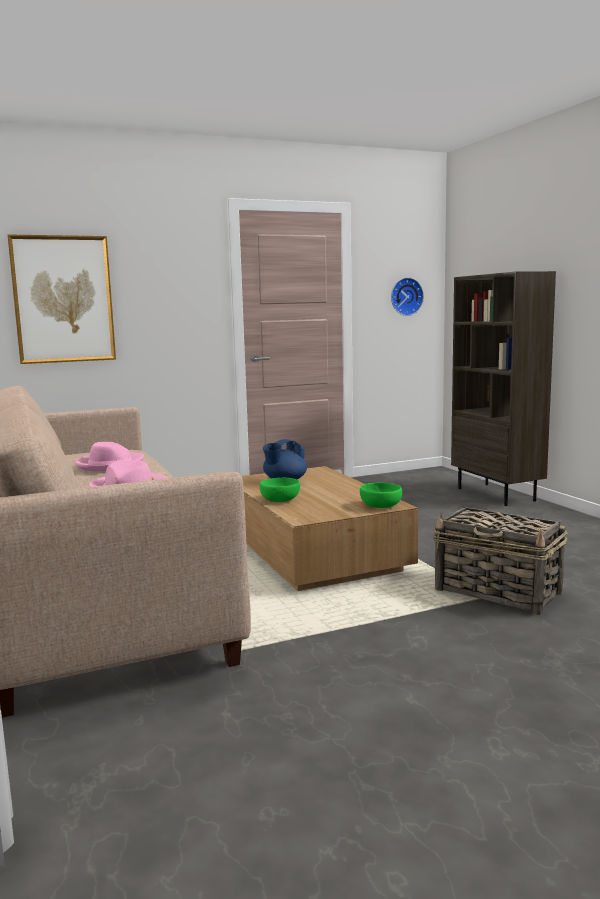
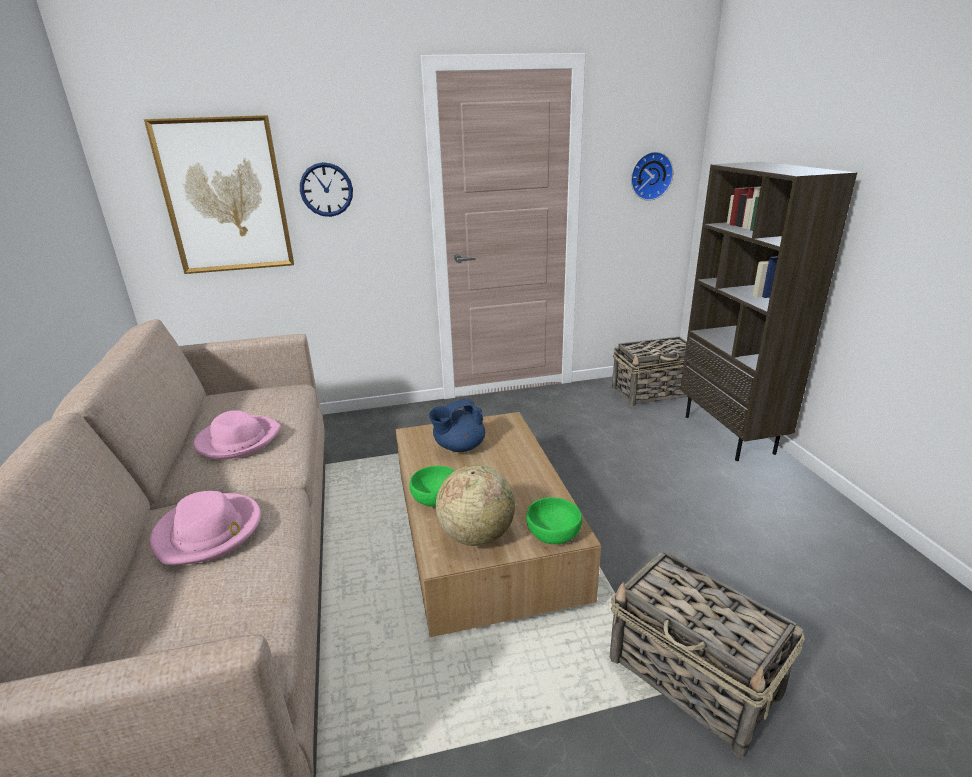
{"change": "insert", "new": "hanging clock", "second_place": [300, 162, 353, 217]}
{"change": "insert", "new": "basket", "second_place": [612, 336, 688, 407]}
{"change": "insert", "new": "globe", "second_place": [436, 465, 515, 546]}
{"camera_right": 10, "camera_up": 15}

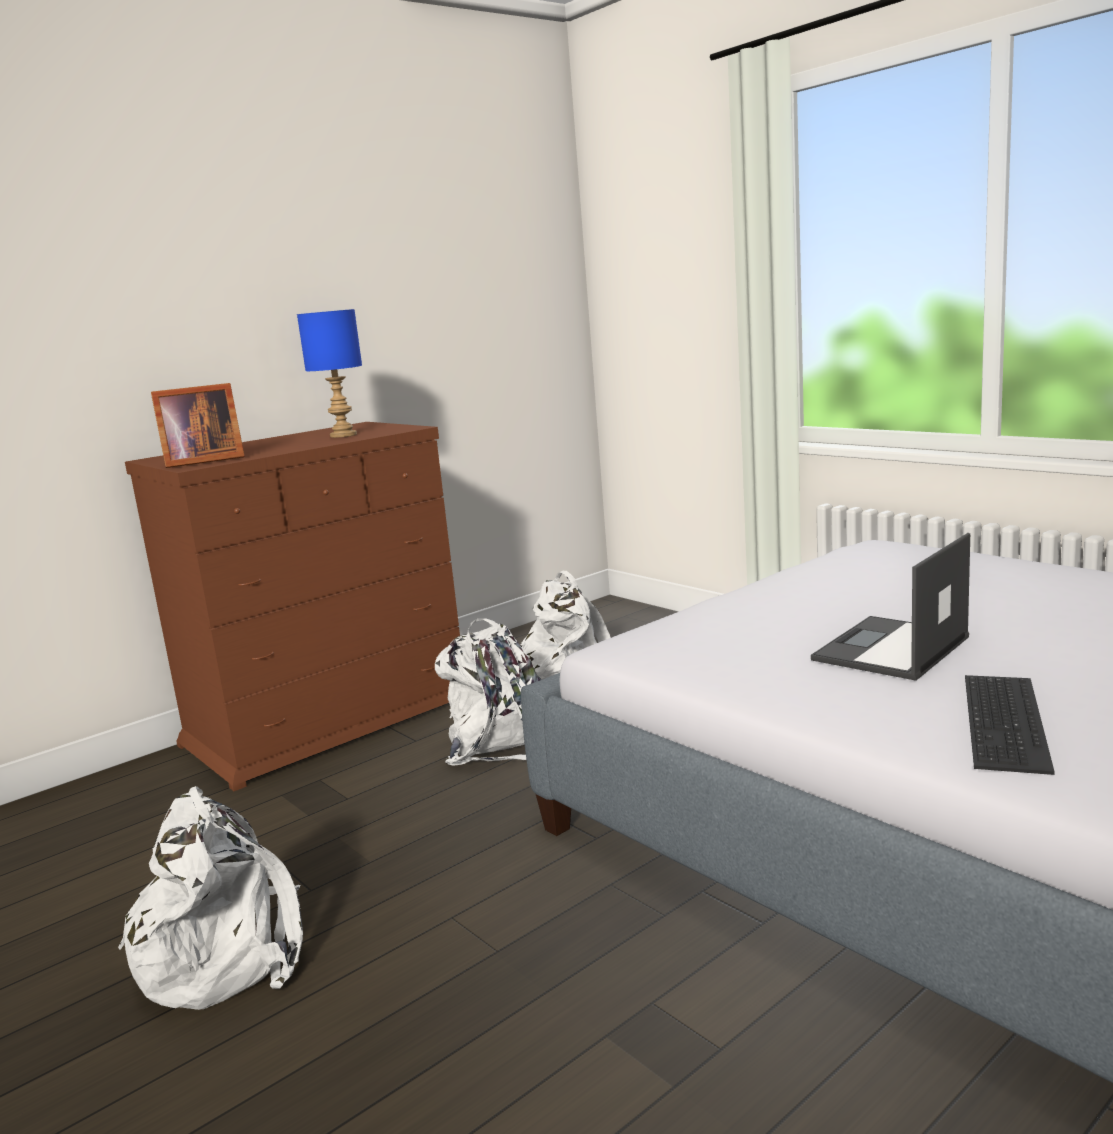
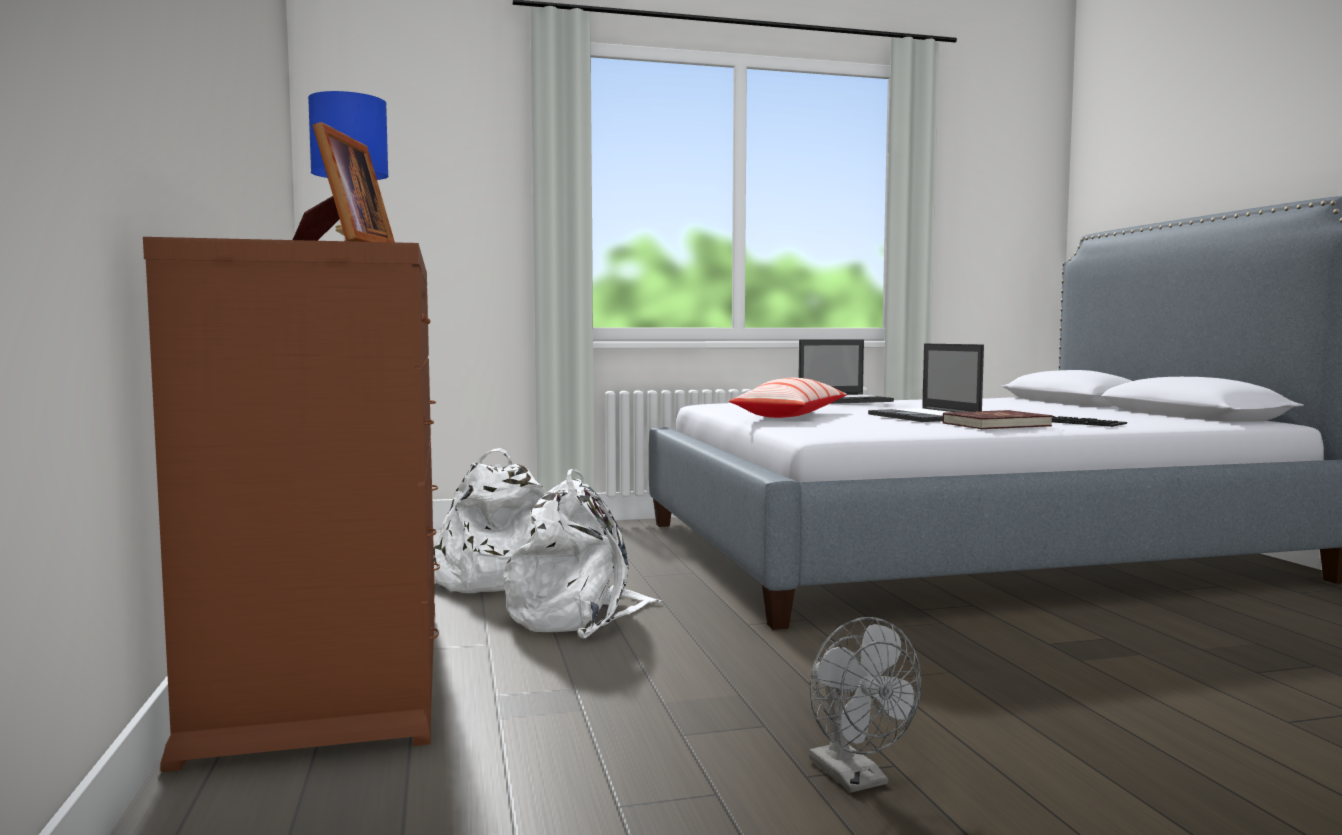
{"change": "replace", "old": "white-coloured knapsack", "new": "grey fan", "first_place": [118, 786, 303, 1010], "second_place": [809, 617, 921, 792]}
{"change": "insert", "new": "notebook computer", "second_place": [799, 339, 894, 404]}
{"change": "insert", "new": "cushion", "second_place": [729, 378, 847, 418]}
{"change": "insert", "new": "reddish volume", "second_place": [942, 410, 1052, 429]}
{"camera_right": -65, "camera_up": -10}

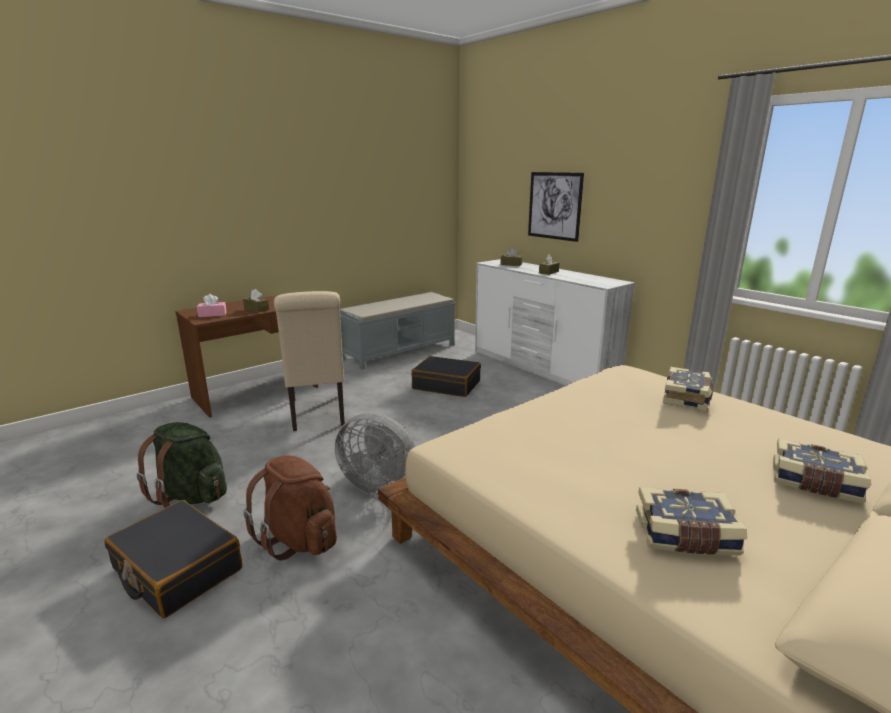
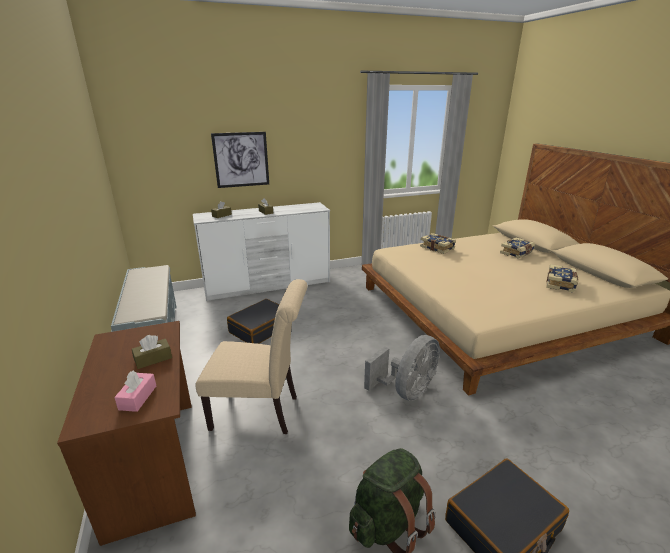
{"change": "delete", "old": "brownish knapsack", "first_place": [244, 455, 337, 560]}
{"camera_right": -70, "camera_up": 5}

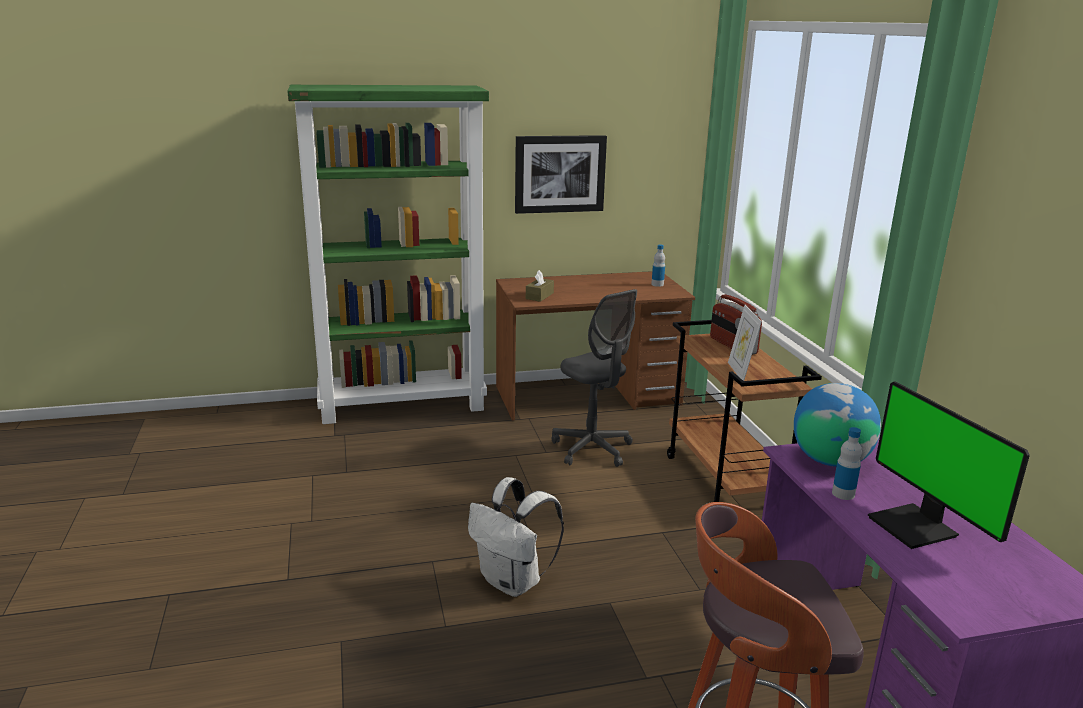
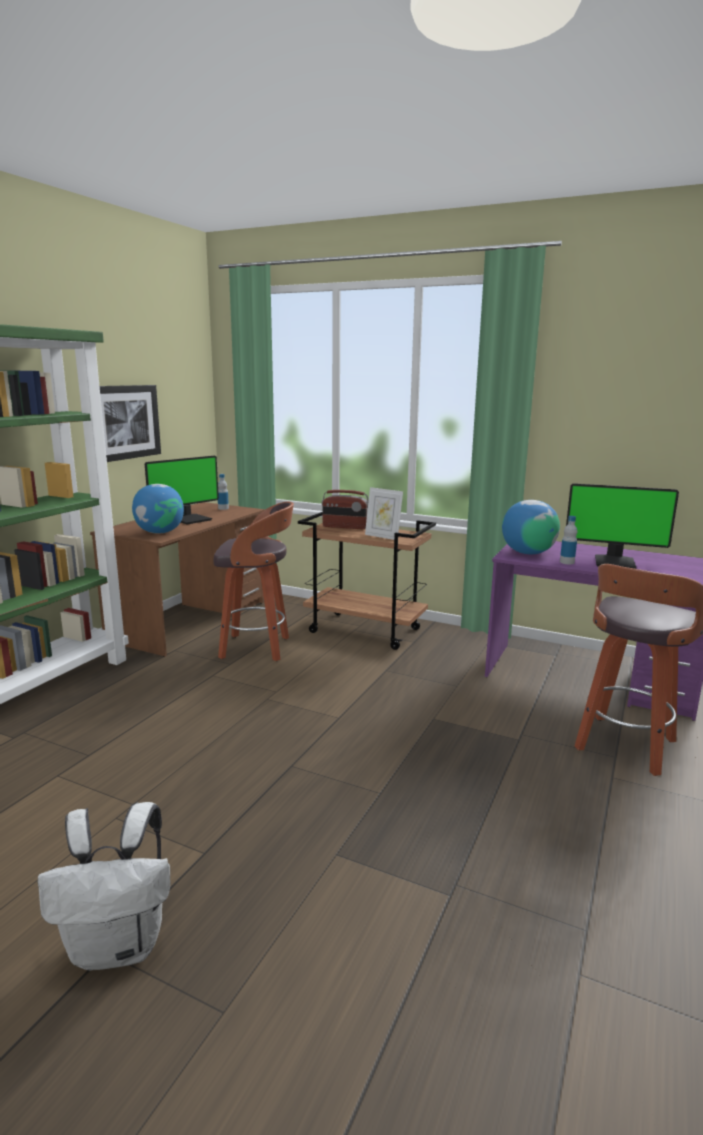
{"change": "replace", "old": "brownish tissue box", "new": "globe", "first_place": [526, 270, 554, 302], "second_place": [132, 484, 184, 534]}
{"change": "replace", "old": "grey desk chair", "new": "stool seat", "first_place": [552, 289, 637, 467], "second_place": [214, 502, 294, 661]}
{"change": "move", "old": "white-coloured knapsack", "first_place": [468, 477, 564, 597], "second_place": [38, 802, 170, 971]}
{"change": "insert", "new": "computer screen", "second_place": [145, 456, 219, 524]}
{"camera_right": -50, "camera_up": -5}

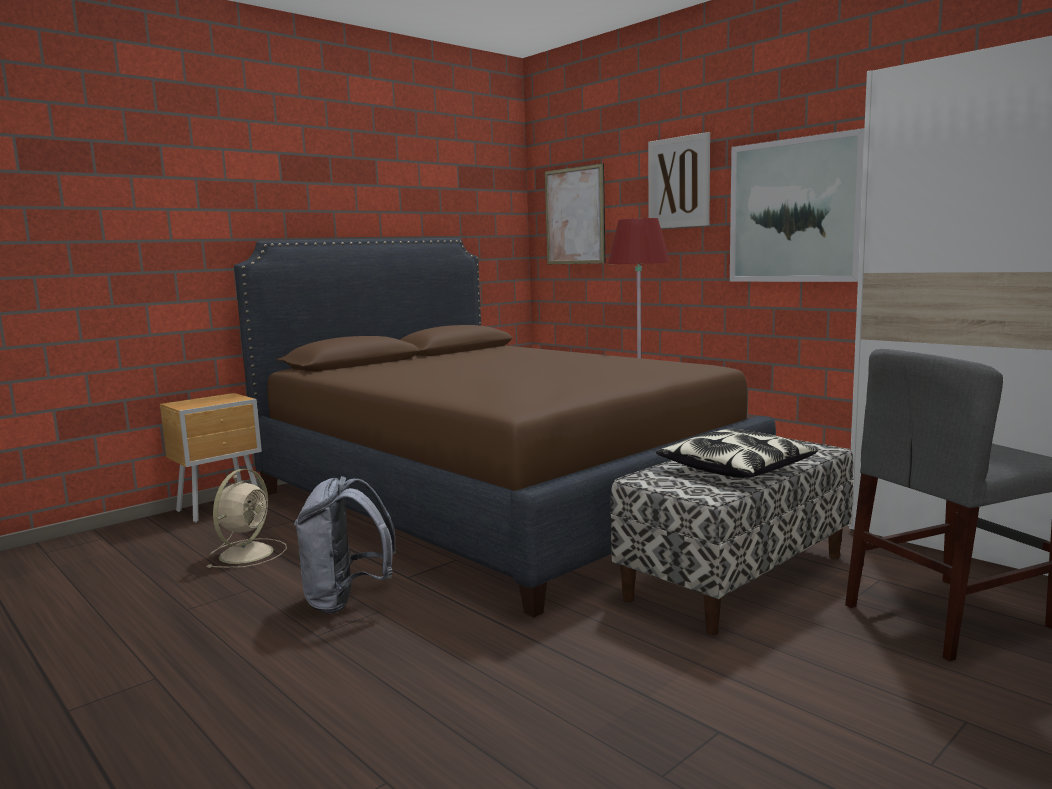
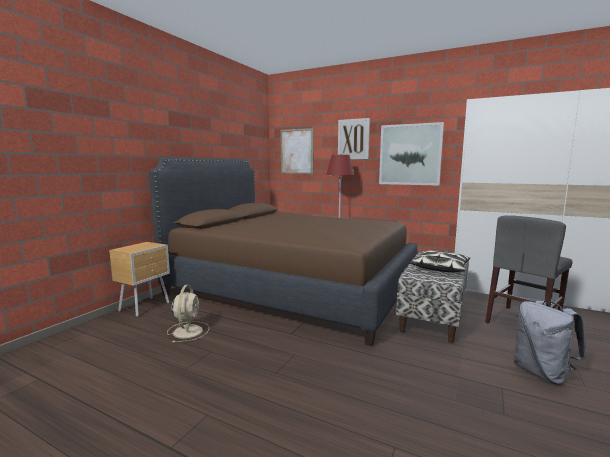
{"change": "move", "old": "grey knapsack", "first_place": [294, 476, 396, 614], "second_place": [514, 301, 586, 385]}
{"camera_right": -20, "camera_up": 0}

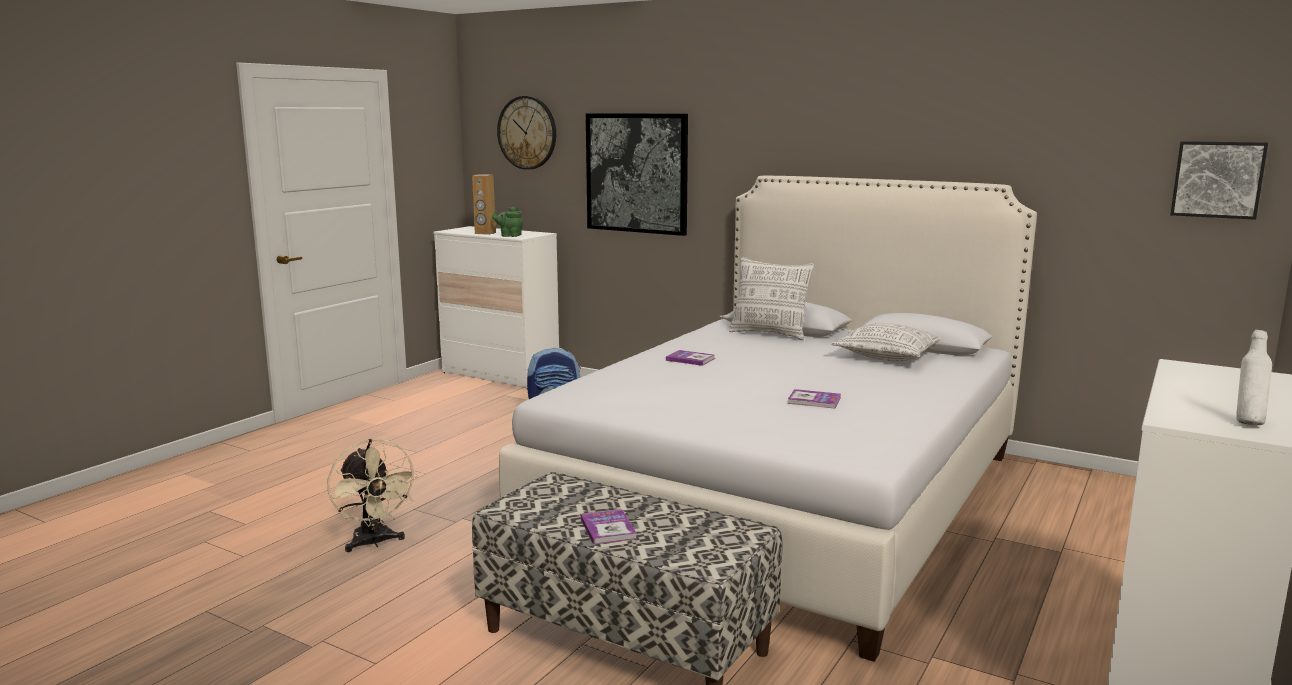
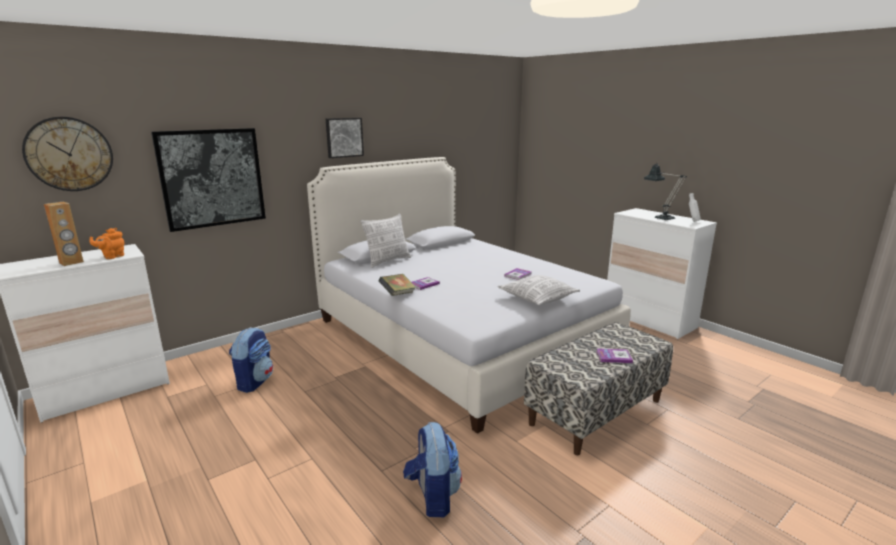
{"change": "move", "old": "wall picture", "first_place": [1170, 141, 1268, 220], "second_place": [326, 118, 364, 158]}
{"change": "recolor", "old": "greenish teapot", "new": "orangey teapot", "first_place": [492, 207, 523, 237], "second_place": [90, 228, 124, 259]}
{"change": "move", "old": "cushion", "first_place": [831, 323, 941, 362], "second_place": [498, 275, 580, 305]}
{"change": "replace", "old": "sand-coloured fan", "new": "knapsack", "first_place": [327, 439, 418, 552], "second_place": [403, 422, 462, 517]}
{"change": "insert", "new": "lamp for a table", "second_place": [644, 162, 687, 221]}
{"change": "insert", "new": "volume", "second_place": [379, 274, 416, 296]}
{"camera_right": -70, "camera_up": 5}

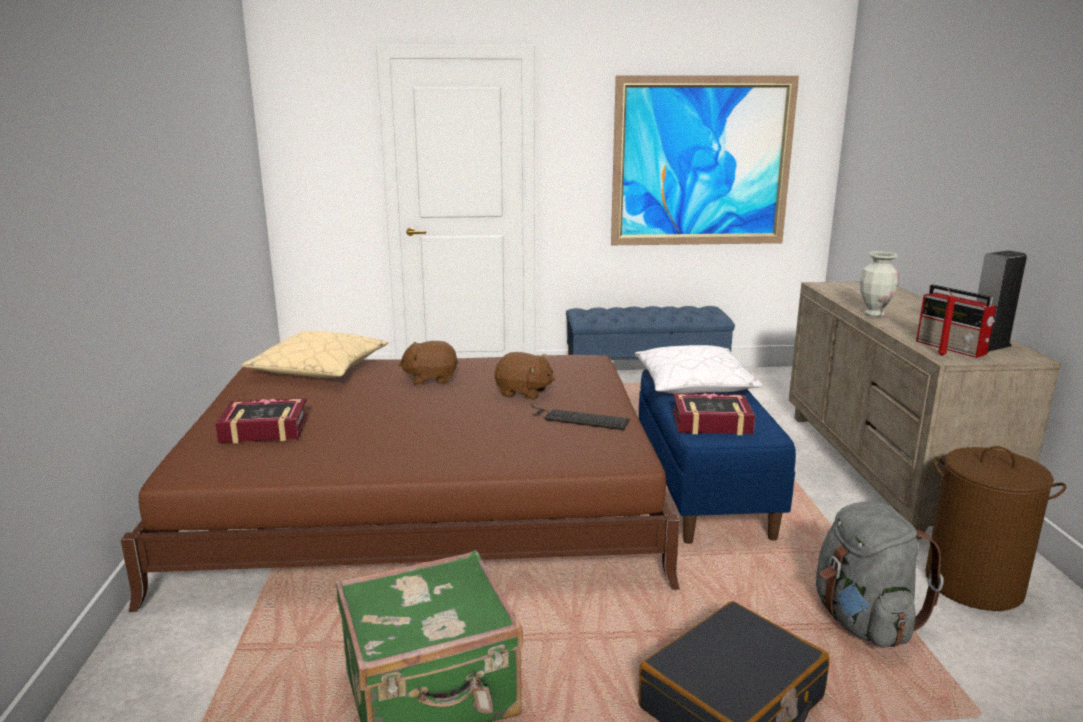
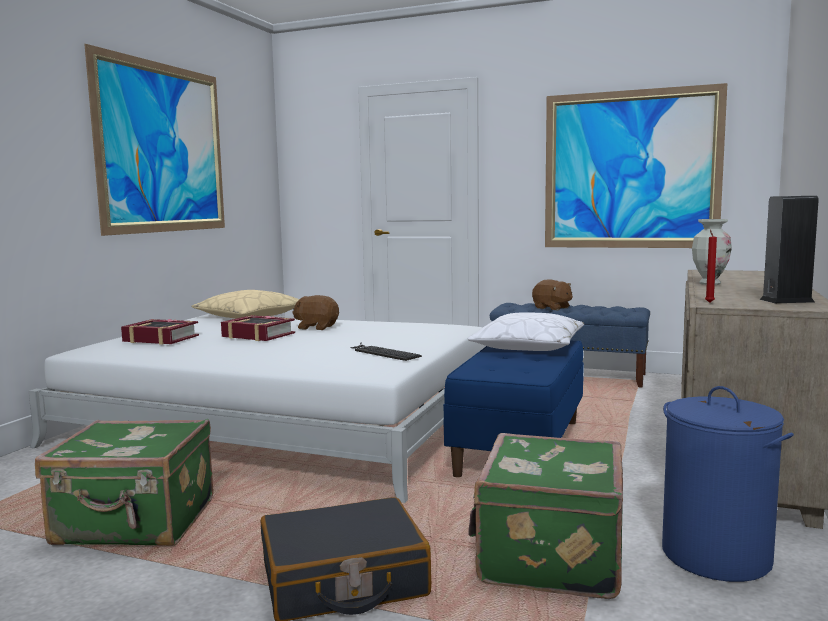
{"change": "delete", "old": "radio receiver", "first_place": [916, 284, 997, 358]}
{"change": "move", "old": "brownish cuddly toy", "first_place": [495, 352, 555, 400], "second_place": [532, 280, 573, 310]}
{"change": "recolor", "old": "brownish sleeping bed", "new": "white-coloured sleeping bed", "first_place": [120, 355, 680, 612], "second_place": [29, 314, 486, 503]}
{"change": "move", "old": "volume", "first_place": [672, 393, 755, 435], "second_place": [221, 315, 295, 341]}
{"change": "recolor", "old": "brownish laundry basket", "new": "blue-coloured laundry basket", "first_place": [925, 446, 1067, 611], "second_place": [662, 386, 794, 582]}
{"change": "replace", "old": "grey knapsack", "new": "greenish travel case", "first_place": [816, 501, 944, 648], "second_place": [468, 433, 623, 599]}
{"change": "insert", "new": "wall picture", "second_place": [84, 44, 225, 236]}
{"camera_right": 25, "camera_up": -10}

